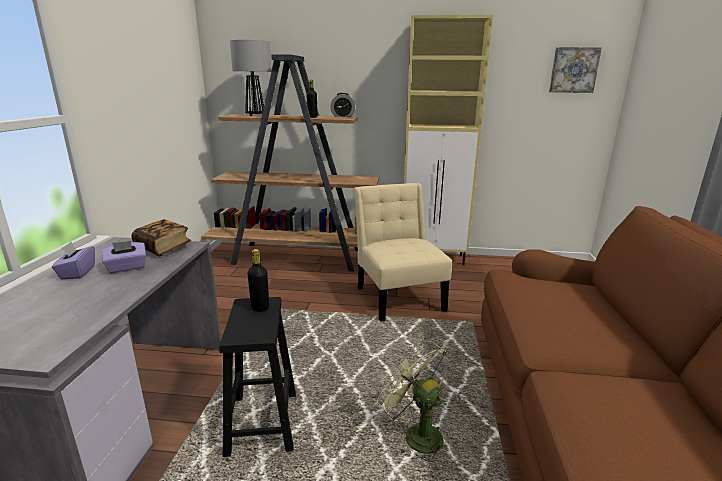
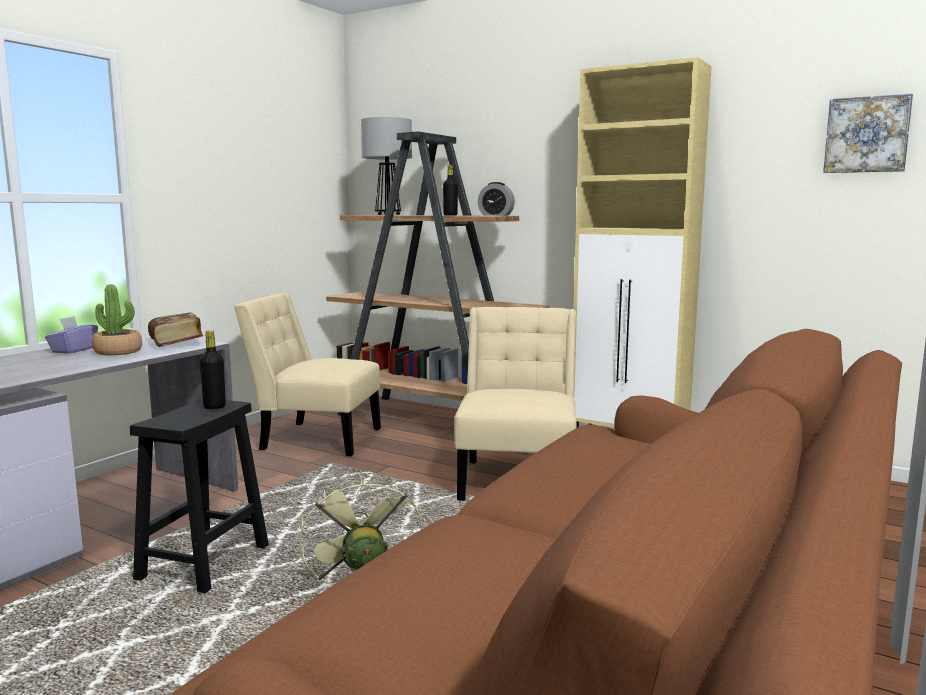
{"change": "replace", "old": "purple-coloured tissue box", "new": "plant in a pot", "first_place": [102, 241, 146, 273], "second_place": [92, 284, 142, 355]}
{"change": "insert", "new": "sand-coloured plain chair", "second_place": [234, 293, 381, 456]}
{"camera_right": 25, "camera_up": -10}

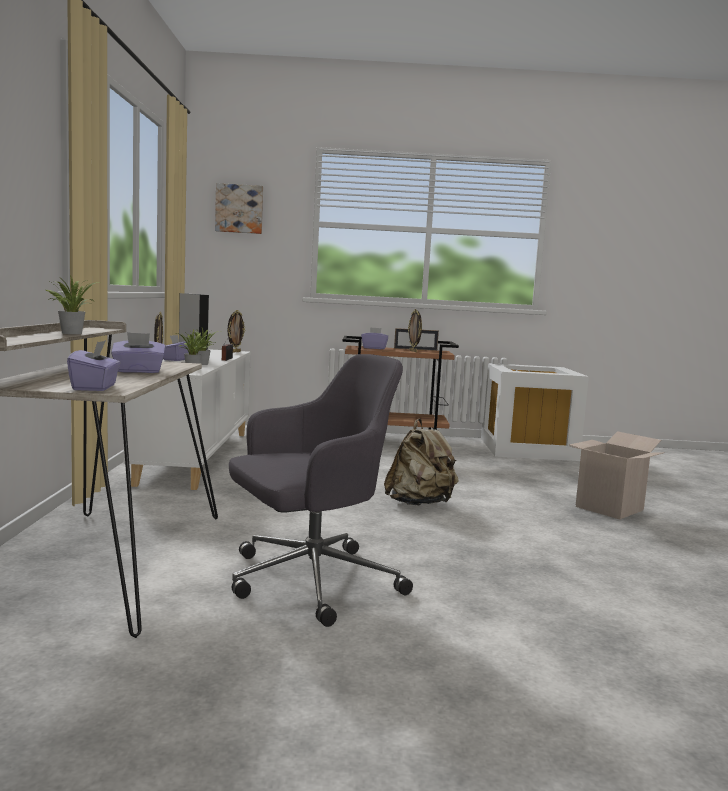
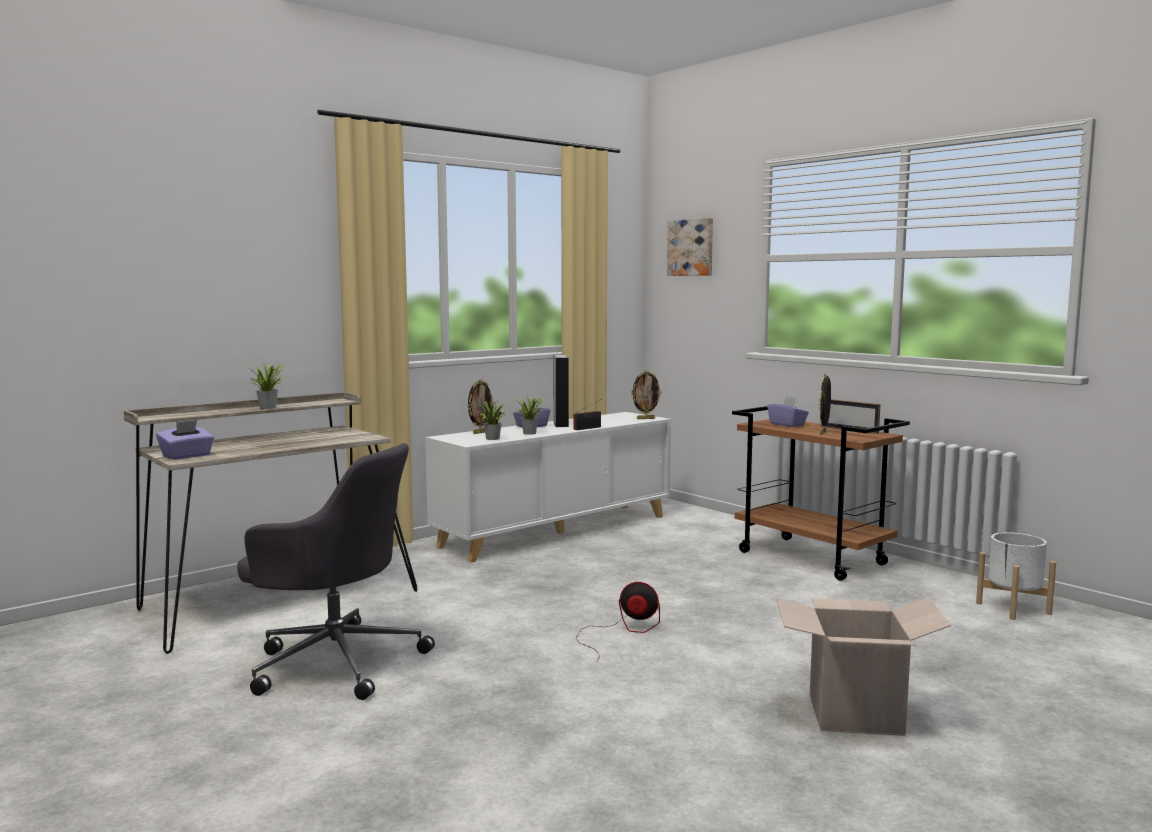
{"change": "delete", "old": "purple-coloured tissue box", "first_place": [111, 332, 166, 373]}
{"change": "replace", "old": "white-coloured storage box", "new": "white-coloured planter", "first_place": [481, 363, 589, 461], "second_place": [976, 532, 1056, 620]}
{"change": "replace", "old": "sand-coloured knapsack", "new": "fan", "first_place": [384, 419, 458, 505], "second_place": [576, 582, 660, 661]}
{"camera_right": 50, "camera_up": 0}

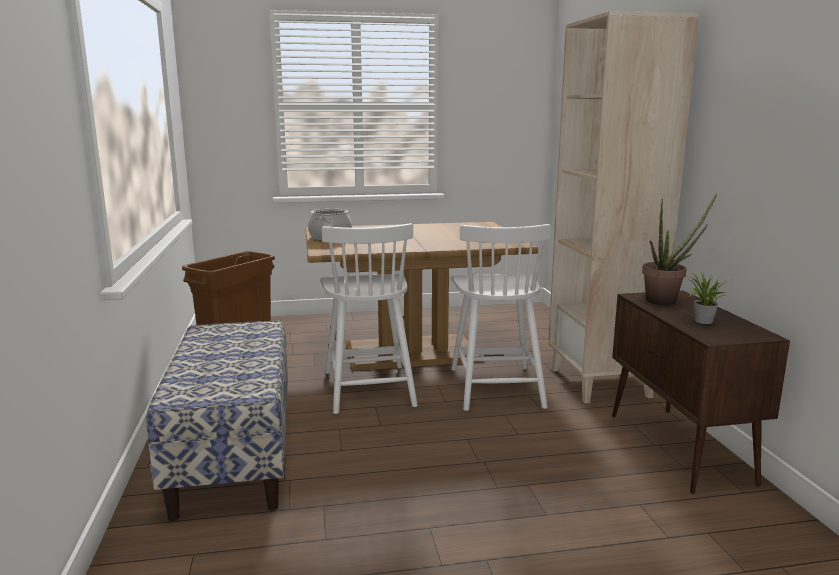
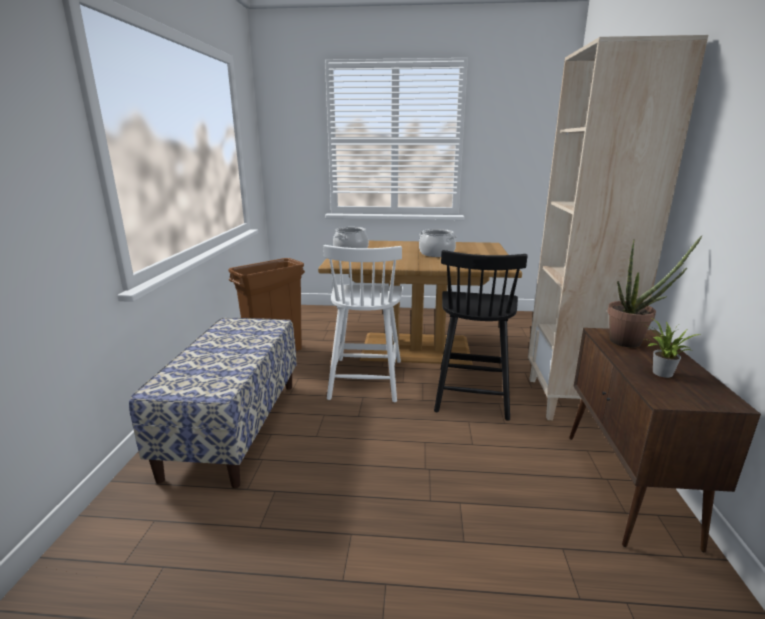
{"change": "recolor", "old": "white-coloured plain chair", "new": "black-coloured plain chair", "first_place": [451, 224, 551, 411], "second_place": [434, 250, 528, 421]}
{"change": "insert", "new": "cooking pot", "second_place": [419, 229, 457, 257]}
{"camera_right": 15, "camera_up": 5}

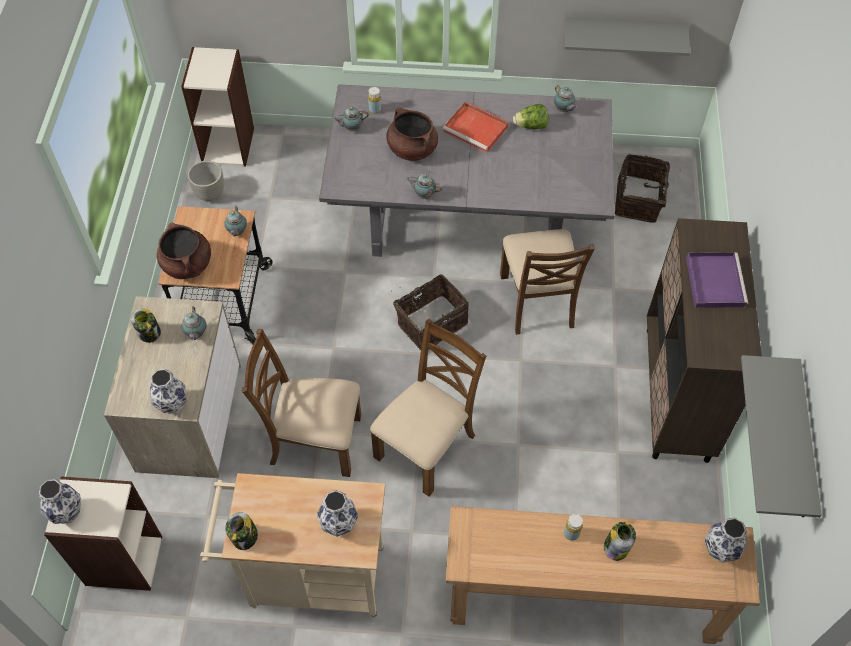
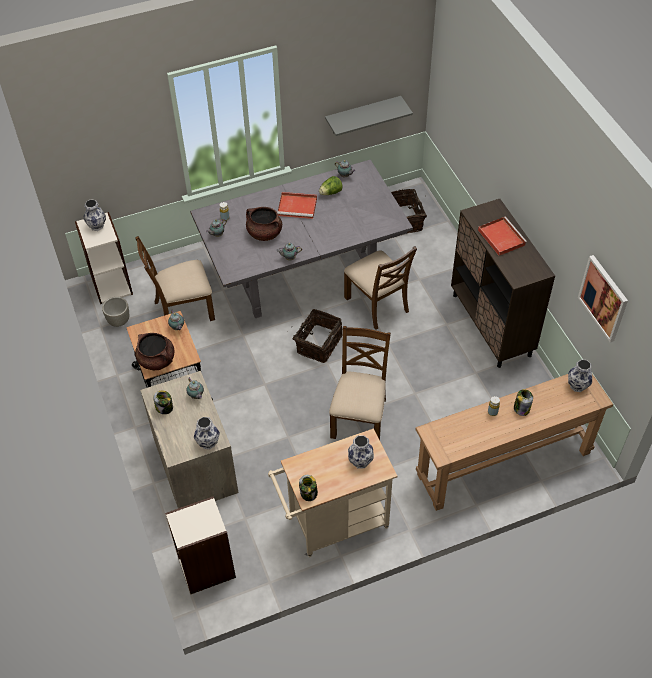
{"change": "recolor", "old": "purple-coloured tray", "new": "reddish tray", "first_place": [686, 252, 748, 308], "second_place": [478, 216, 527, 256]}
{"change": "move", "old": "brownish plain chair", "first_place": [242, 329, 361, 477], "second_place": [135, 236, 215, 321]}
{"change": "replace", "old": "grey bracket shelf", "new": "wall picture", "first_place": [741, 355, 822, 517], "second_place": [578, 255, 628, 342]}
{"change": "move", "old": "decorative vase", "first_place": [38, 479, 81, 524], "second_place": [83, 199, 106, 231]}
{"camera_right": -25, "camera_up": -5}

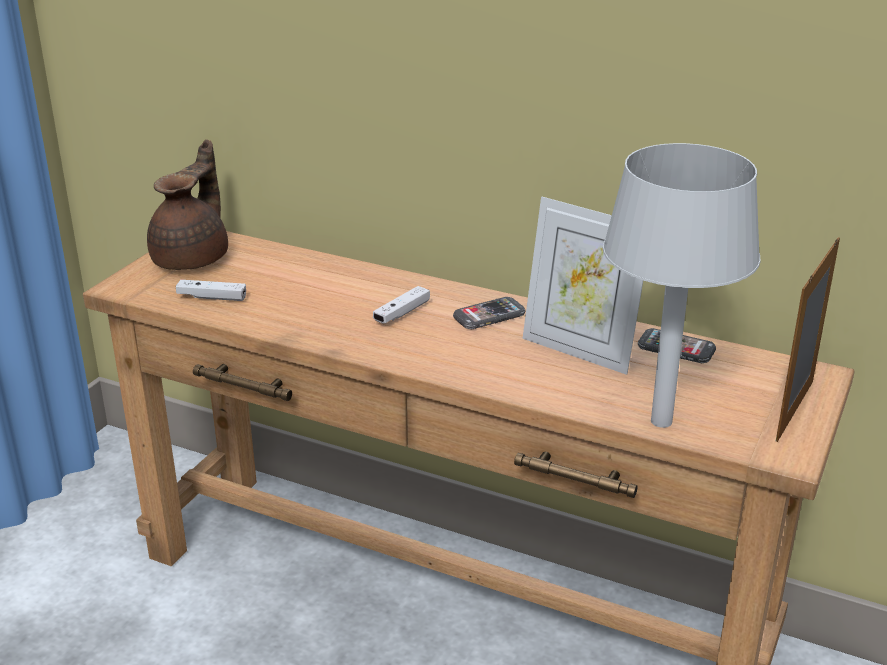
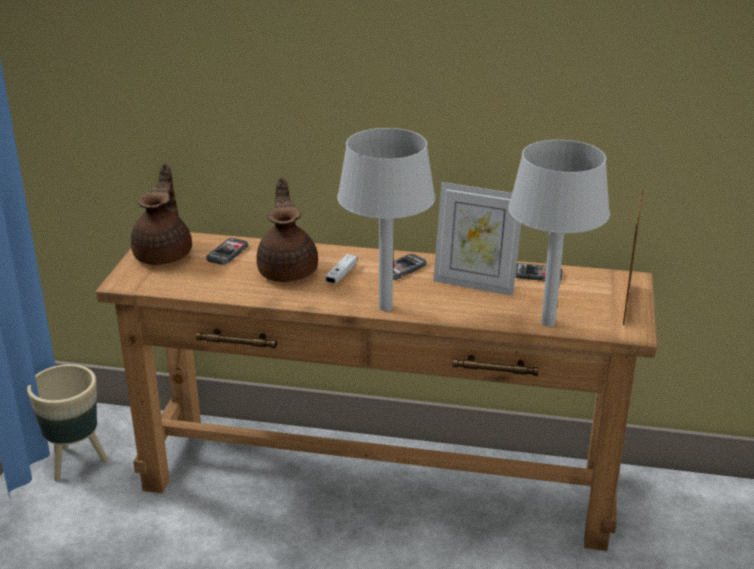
{"change": "delete", "old": "white-coloured joypad", "first_place": [176, 280, 246, 301]}
{"change": "insert", "new": "grey lamp for a table", "second_place": [337, 128, 435, 311]}
{"change": "insert", "new": "brownish teapot", "second_place": [256, 178, 318, 282]}
{"change": "insert", "new": "telephone", "second_place": [206, 238, 249, 265]}
{"change": "insert", "new": "sand-coloured planter", "second_place": [27, 364, 108, 481]}
{"camera_right": -15, "camera_up": 0}

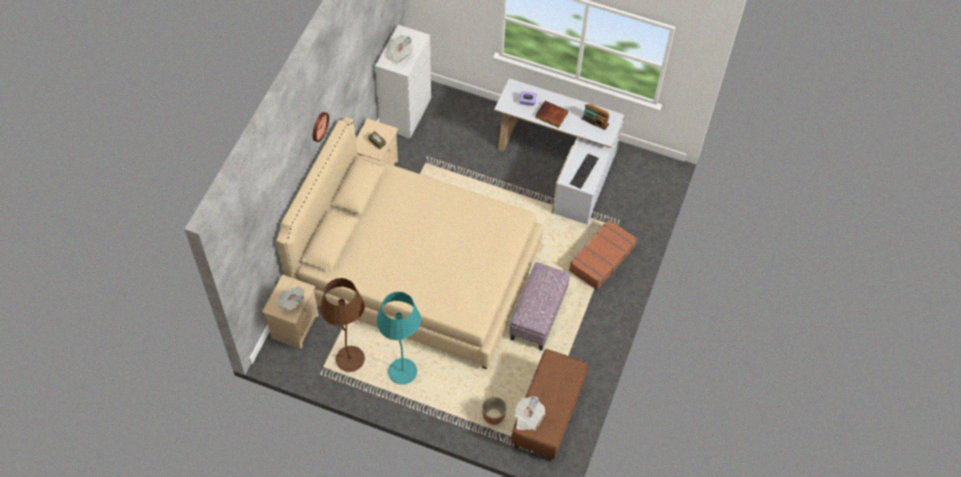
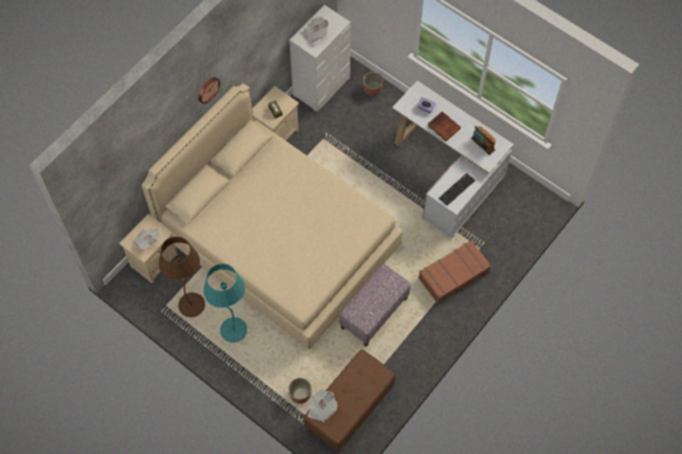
{"change": "insert", "new": "planter", "second_place": [363, 72, 383, 96]}
{"camera_right": 20, "camera_up": 5}

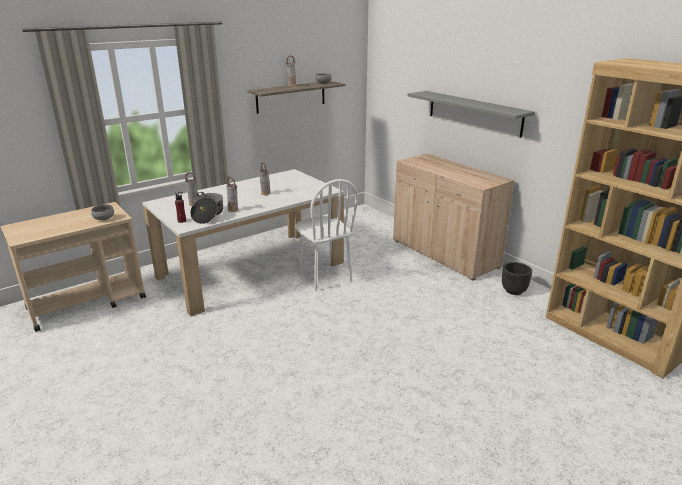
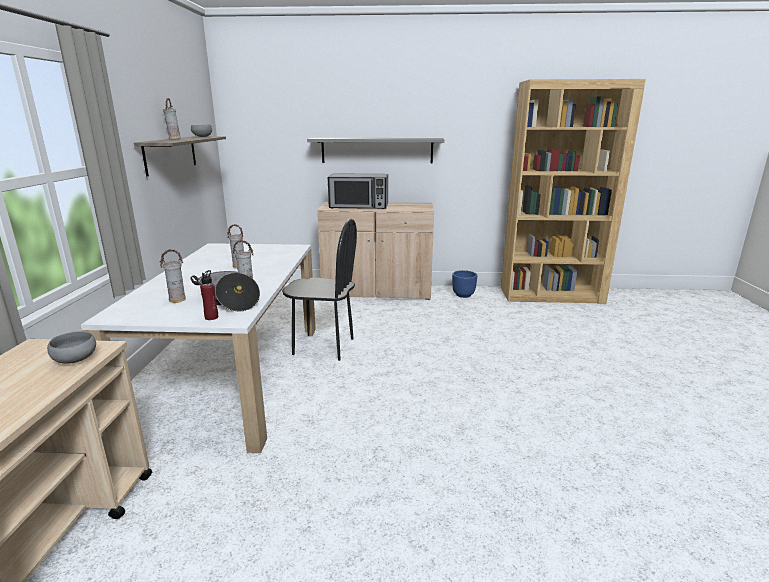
{"change": "recolor", "old": "white-coloured plain chair", "new": "black-coloured plain chair", "first_place": [295, 179, 358, 291], "second_place": [282, 219, 357, 361]}
{"change": "recolor", "old": "black-coloured planter", "new": "blue-coloured planter", "first_place": [502, 262, 532, 295], "second_place": [452, 270, 477, 298]}
{"change": "insert", "new": "microwave", "second_place": [328, 173, 388, 209]}
{"camera_right": -50, "camera_up": -5}

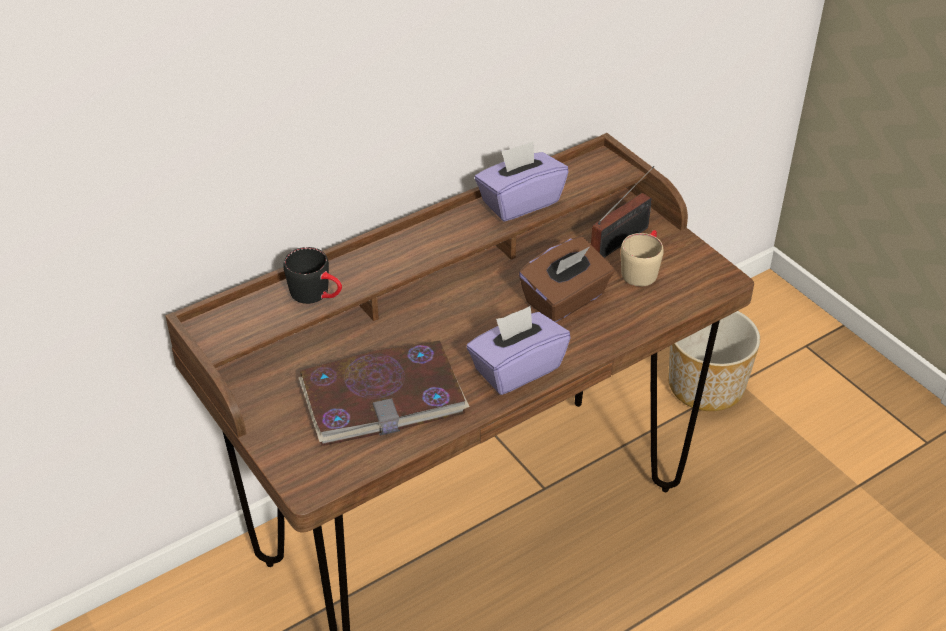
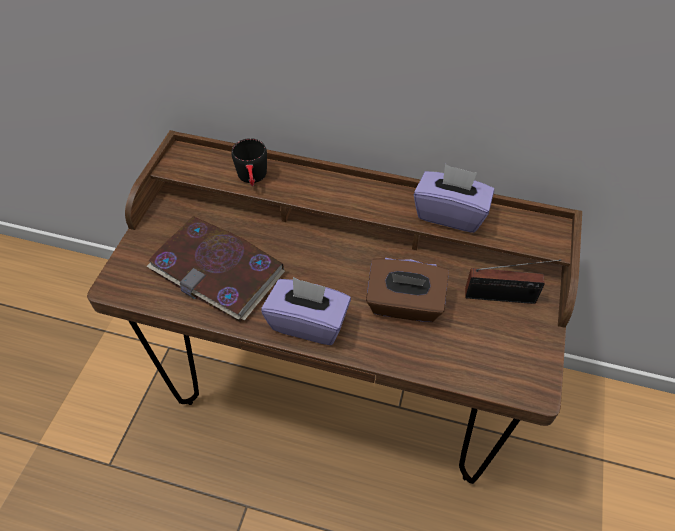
{"change": "delete", "old": "sand-coloured tea mug", "first_place": [621, 230, 664, 287]}
{"change": "delete", "old": "planter", "first_place": [668, 311, 760, 411]}
{"camera_right": 50, "camera_up": 10}

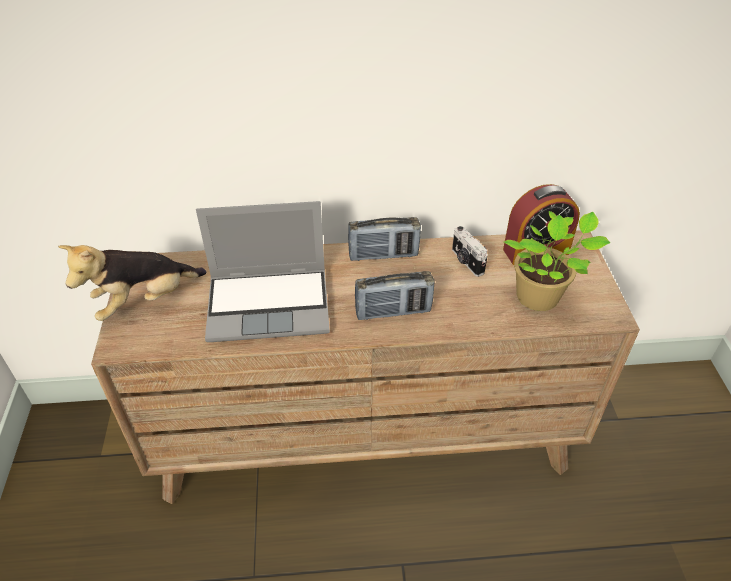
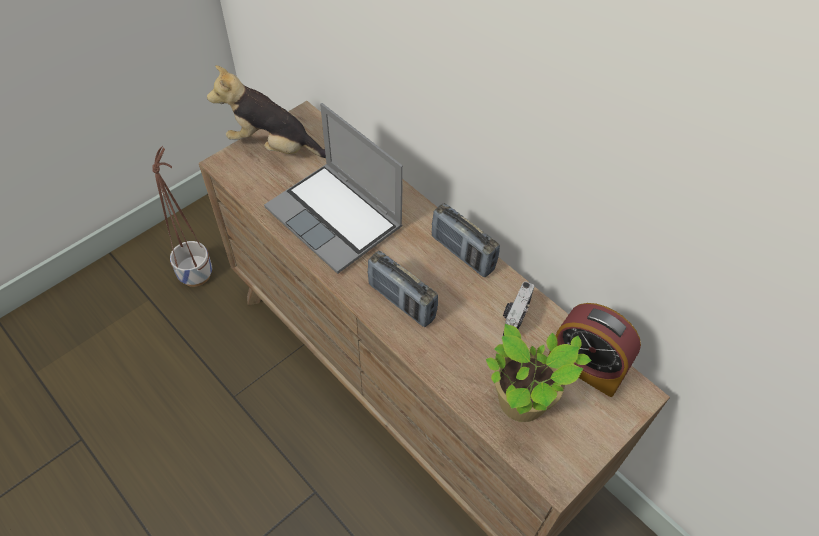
{"change": "insert", "new": "planter", "second_place": [152, 146, 212, 287]}
{"camera_right": 50, "camera_up": 10}

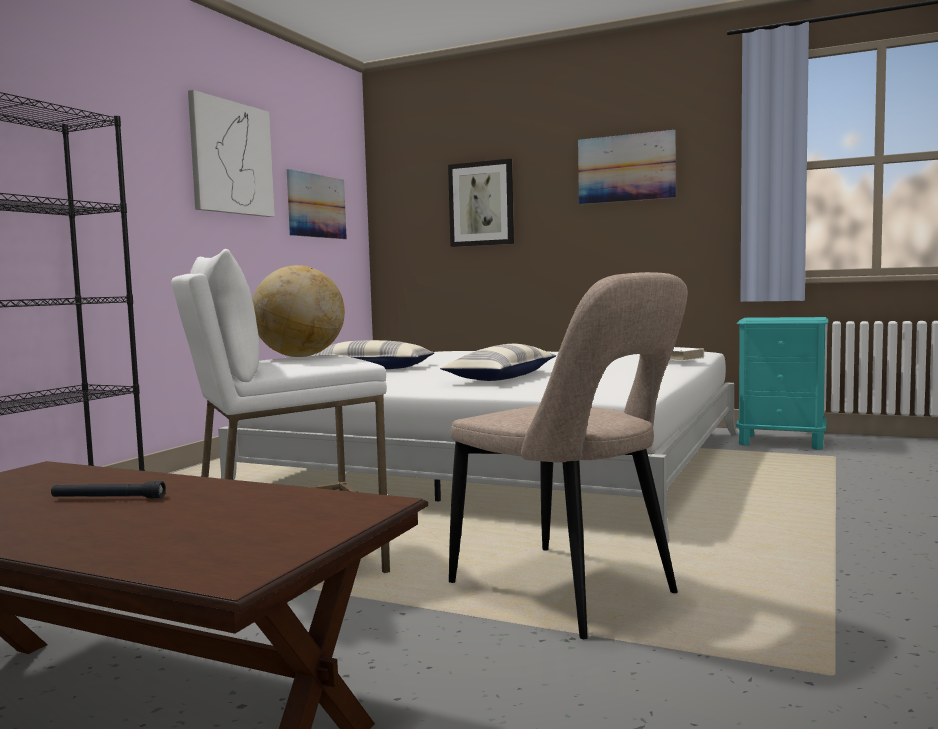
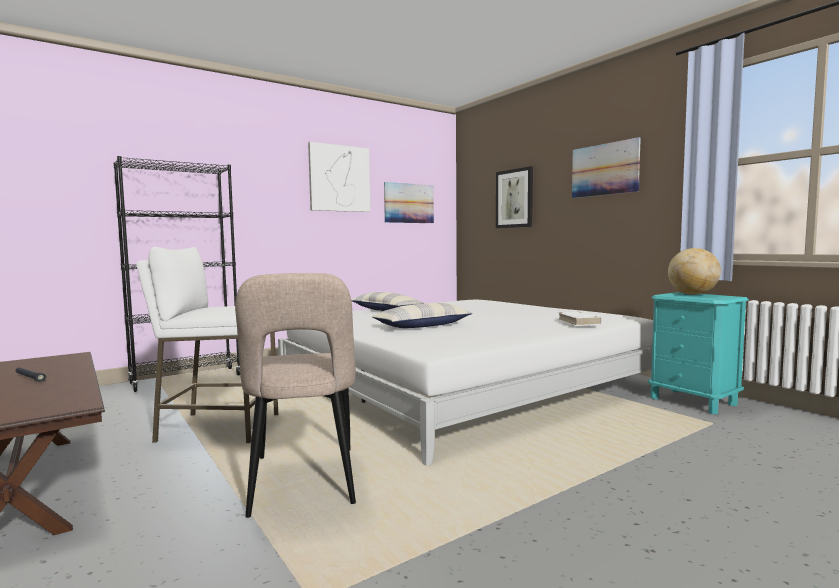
{"change": "move", "old": "globe", "first_place": [252, 265, 345, 357], "second_place": [668, 248, 721, 295]}
{"camera_right": 30, "camera_up": 0}

